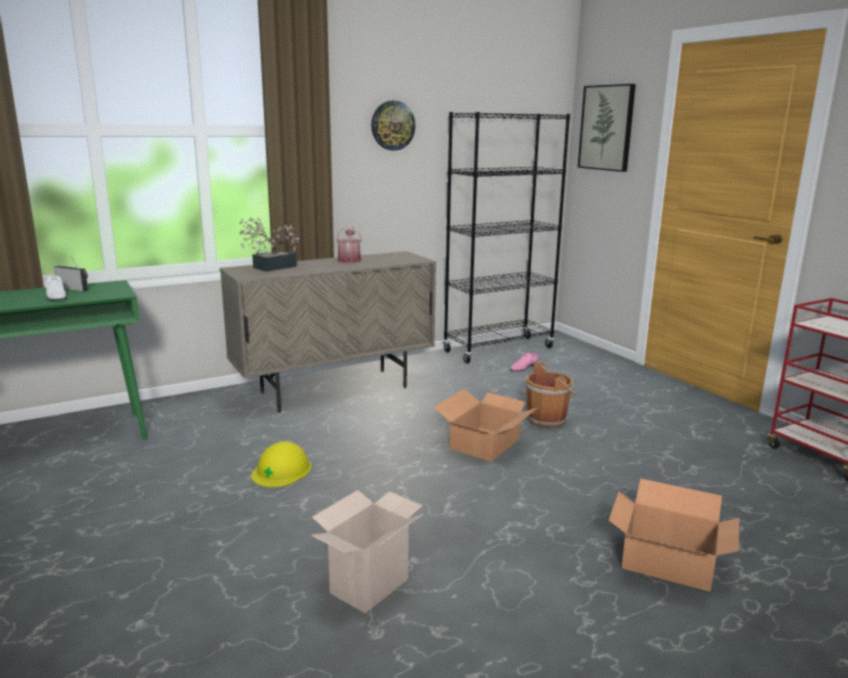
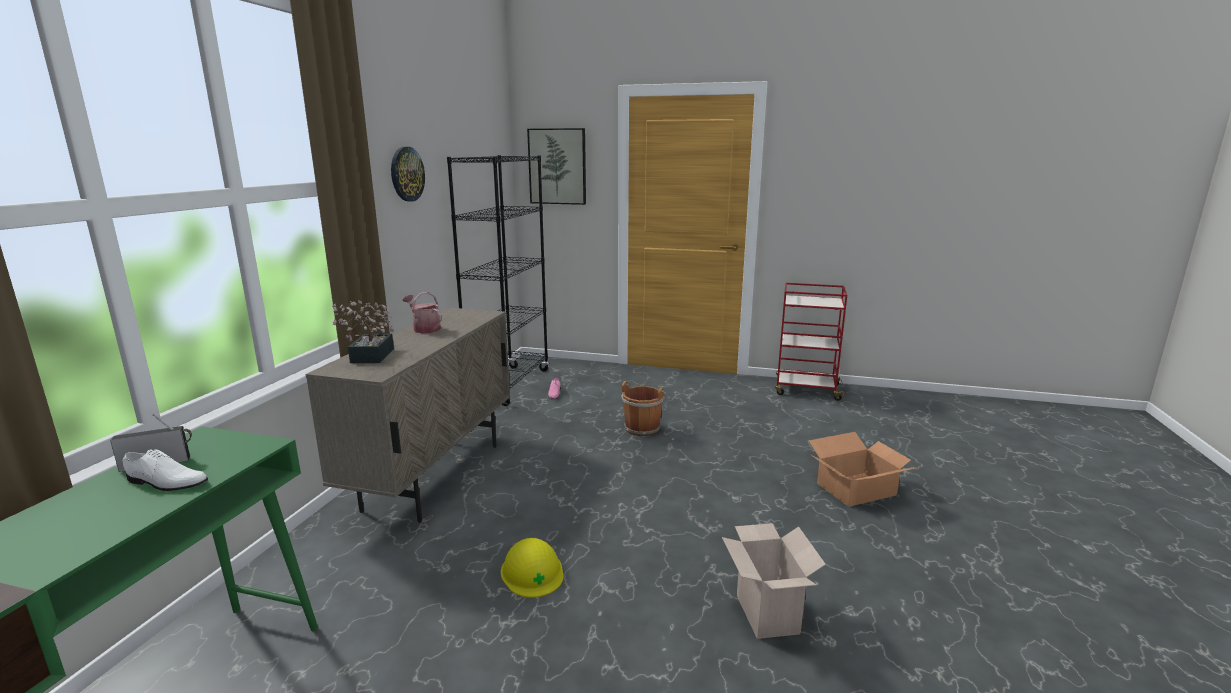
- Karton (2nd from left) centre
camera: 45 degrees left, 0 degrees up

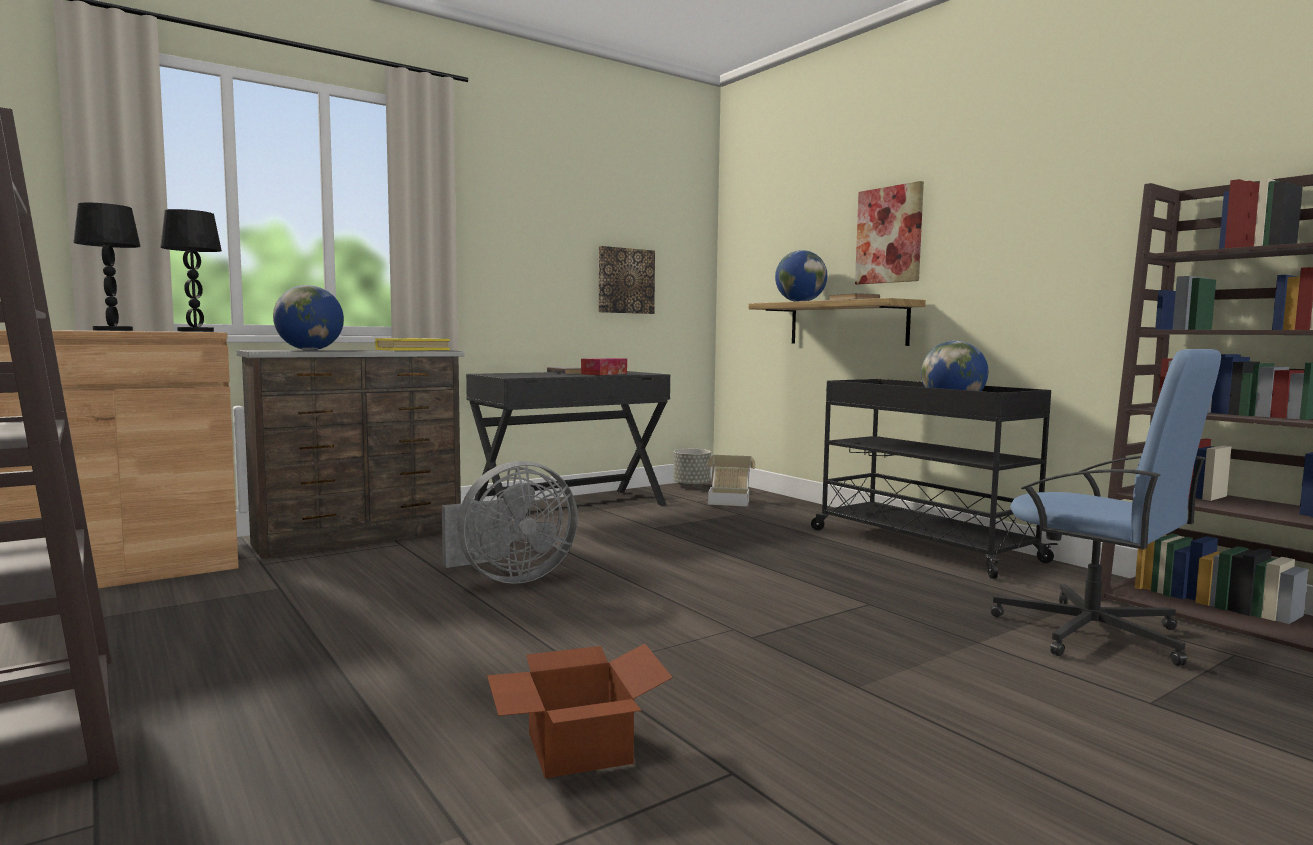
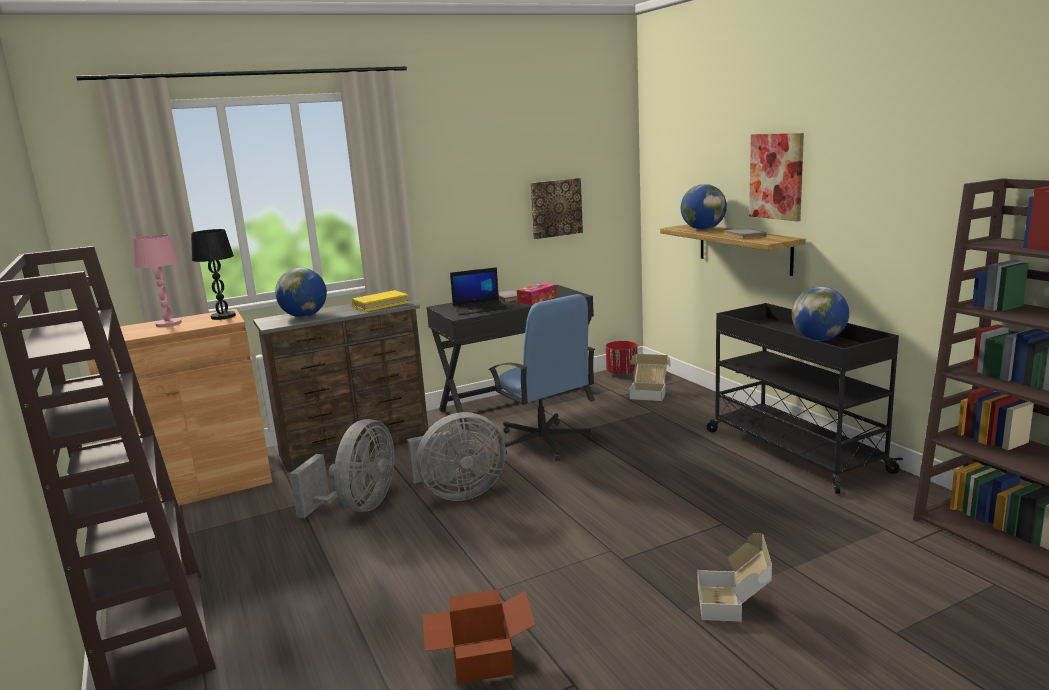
~ Tischlampe (schwarz) (1st from left) top left to Tischlampe (rosa) middle left
~ Pflanzkübel (grau) centre to Pflanzkübel (rot) centre
~ Bürostuhl (blau) middle right to centre
+ Ventilator (grau) (1st from left) bottom left
+ Laptop centre
+ Karton (3rd from left) bottom right
camera: 10 degrees right, 10 degrees up

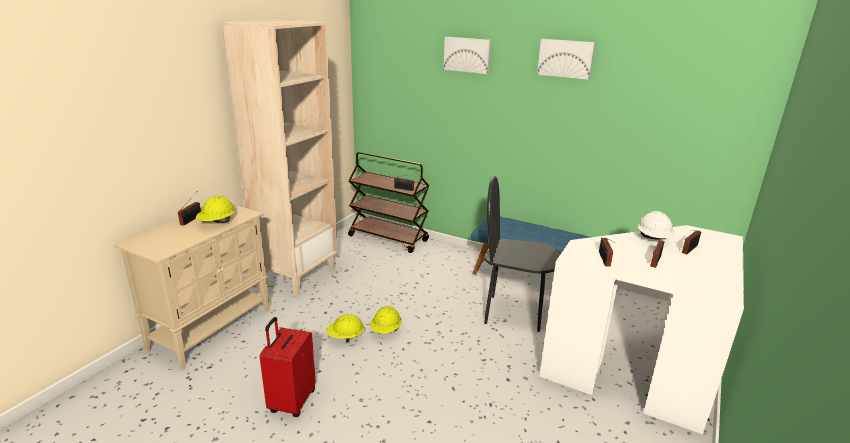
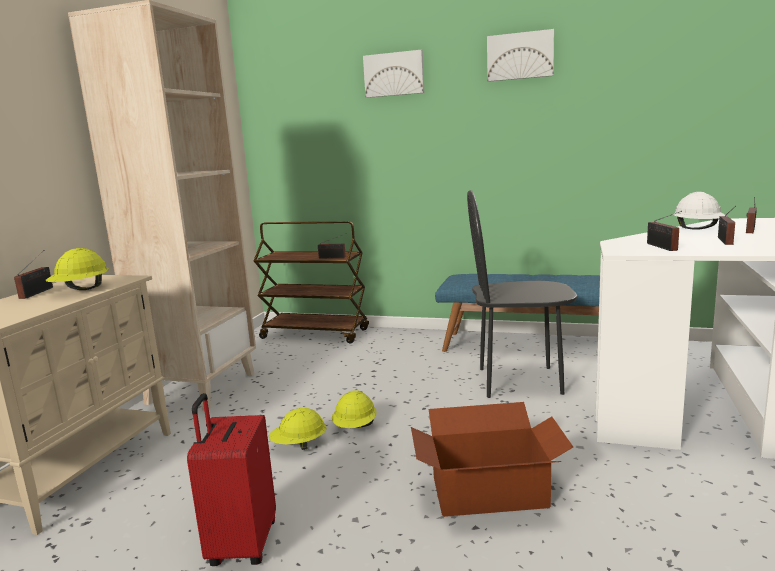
+ Karton bottom centre
camera: 10 degrees left, 10 degrees down

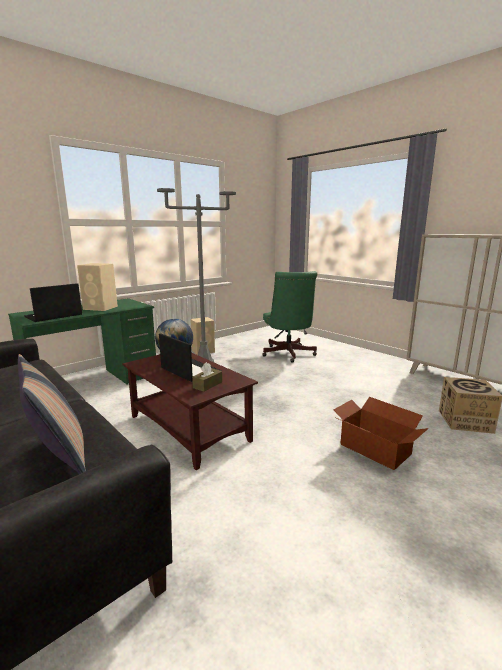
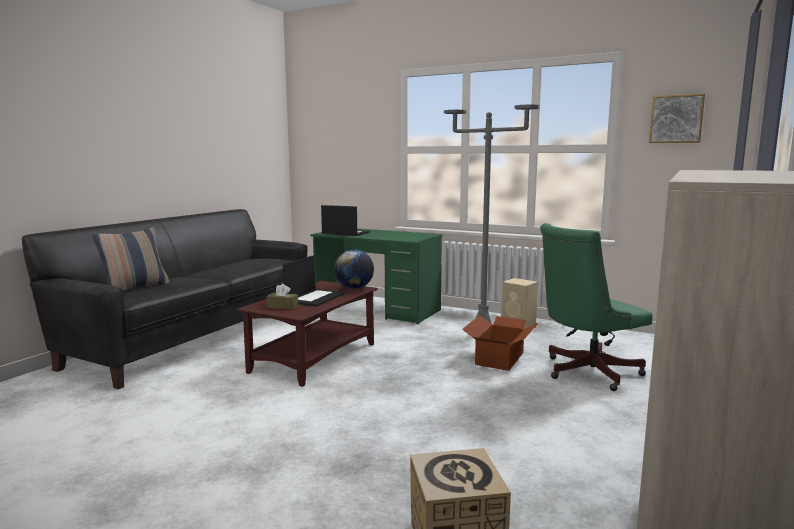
- Lautsprecher (beige) (1st from left) middle left
~ Karton (1st from left in the first image) middle right to Karton (2nd from left) centre
+ Bild top right
camera: 70 degrees right, 5 degrees down

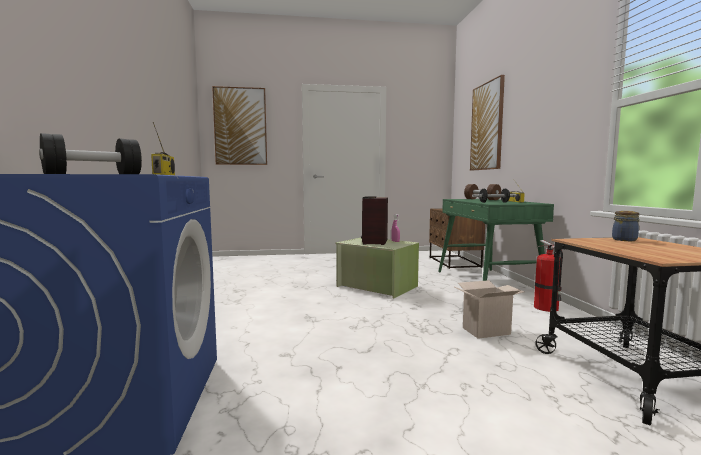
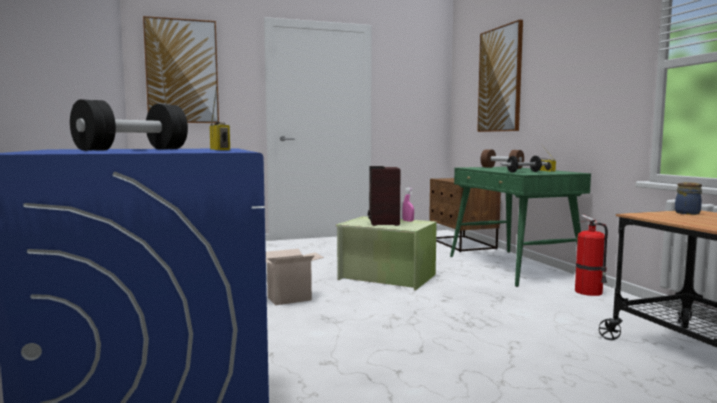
~ Karton bottom right to bottom centre
camera: 10 degrees left, 0 degrees up

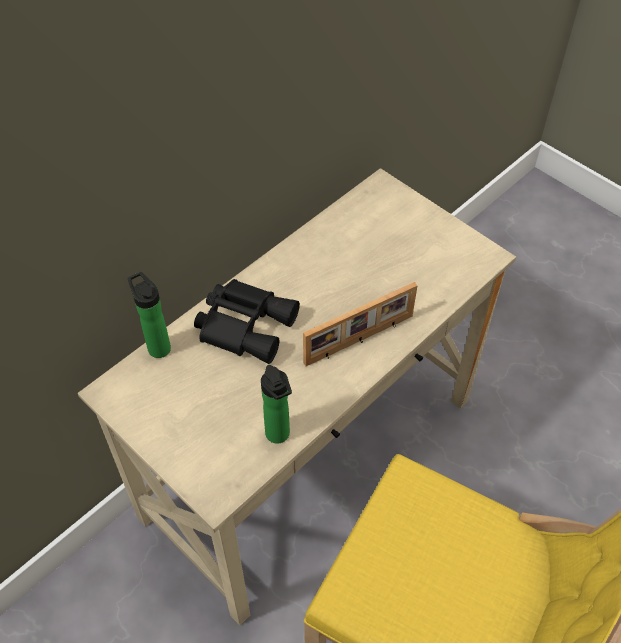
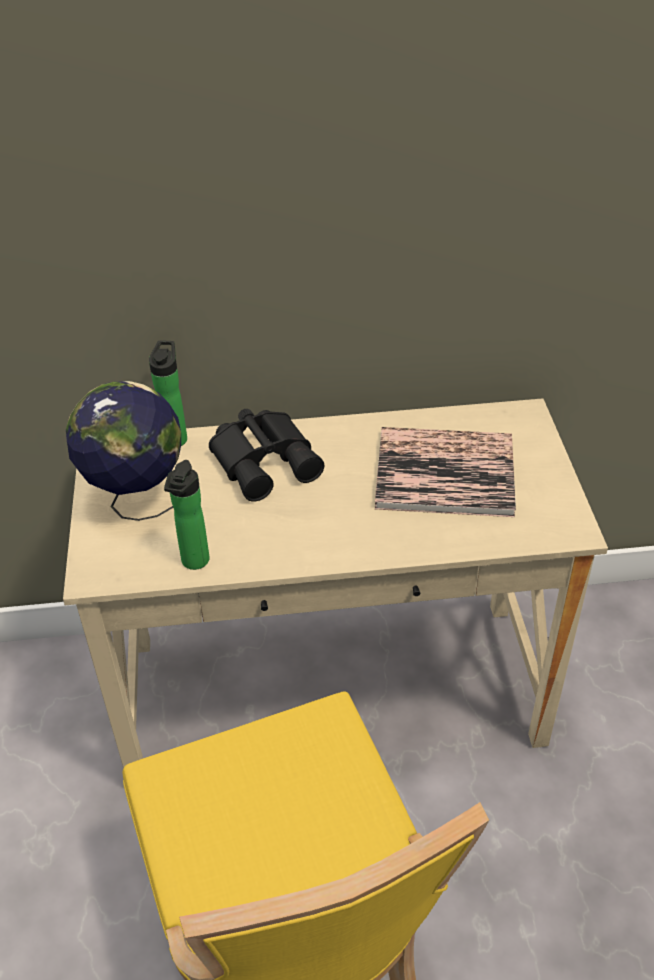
- Bilderrahmen centre
+ Globus middle left
+ Buch middle right
camera: 40 degrees right, 10 degrees down

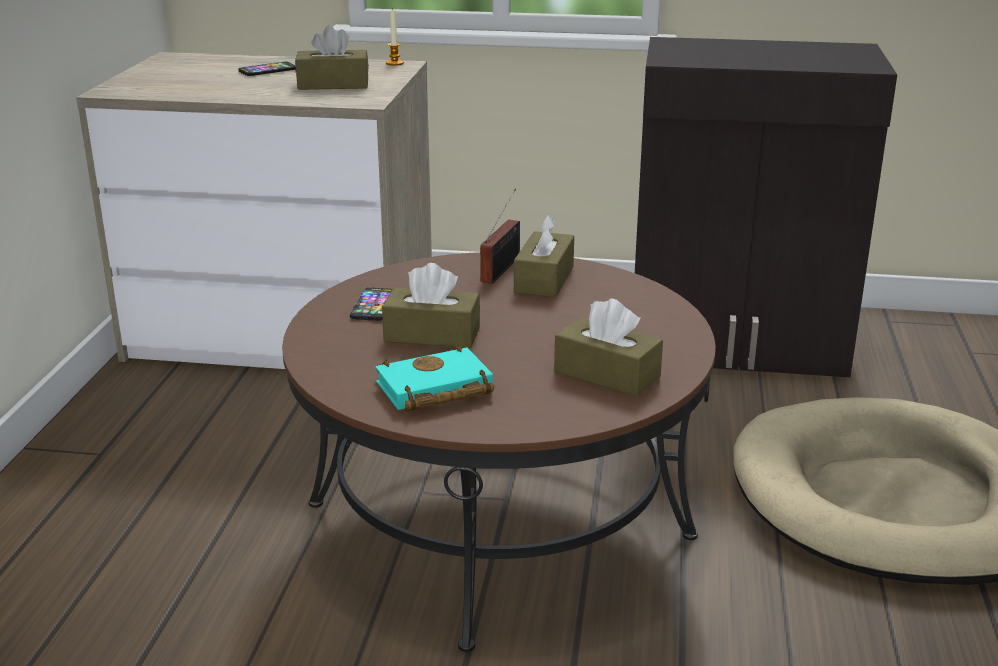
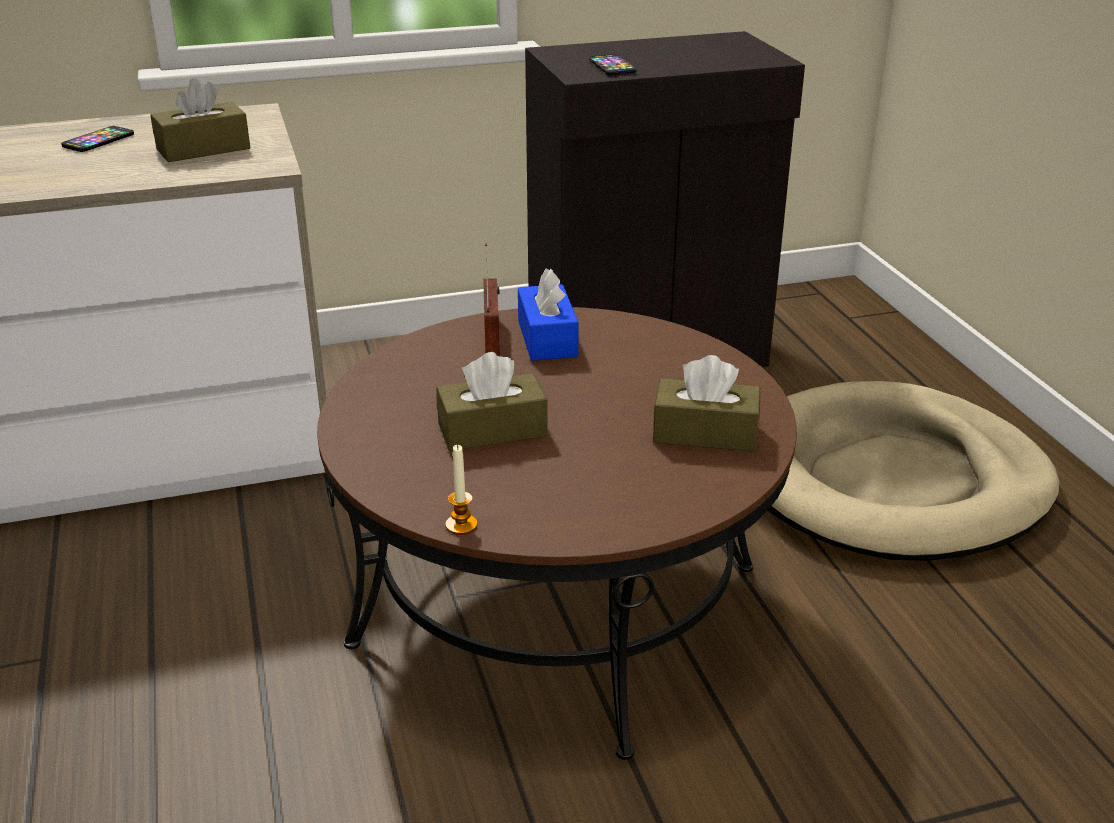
~ Handy (2nd from left) centre to top centre
- Buch (türkis) centre
~ Kerze top centre to centre
~ Taschentuchbox (braun) (3rd from left) centre to Taschentuchbox (blau) centre
camera: 25 degrees left, 5 degrees up

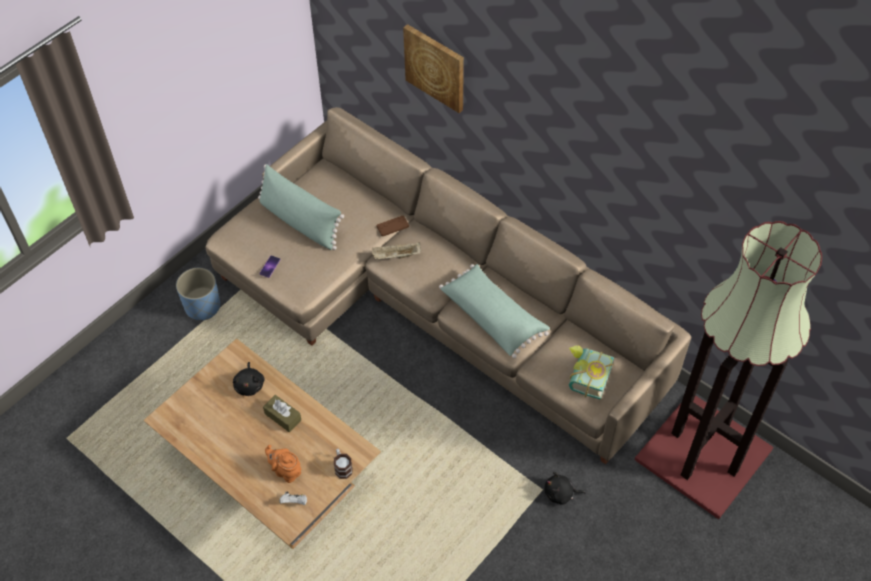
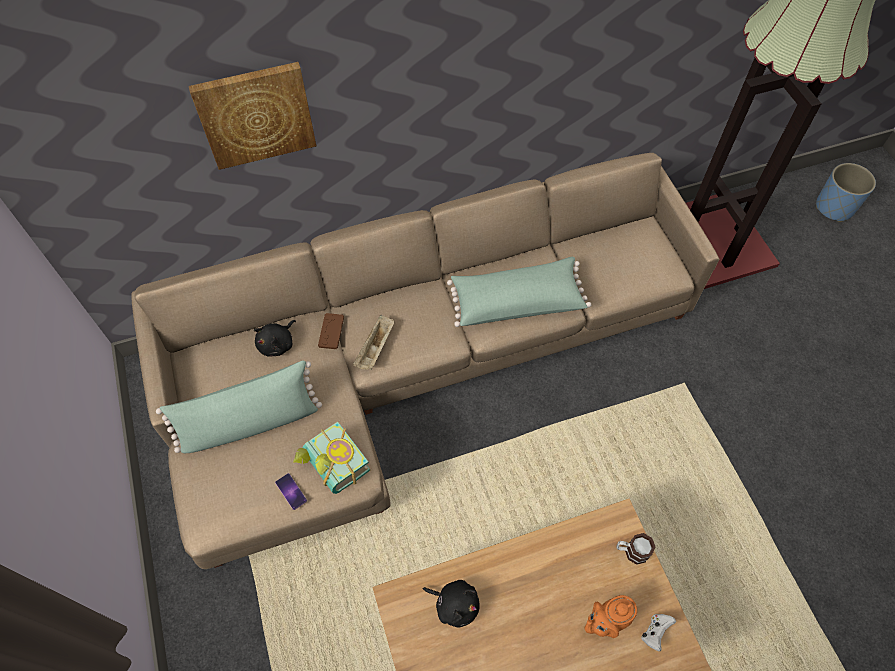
~ Pflanzkübel (blau) middle left to top right
- Taschentuchbox (braun) bottom left
~ Plüschtier (schwarz) (2nd from left in the first image) bottom centre to Plüschtier (schwarz) (1st from left) middle left
~ Buch middle right to bottom centre
camera: 60 degrees left, 5 degrees up

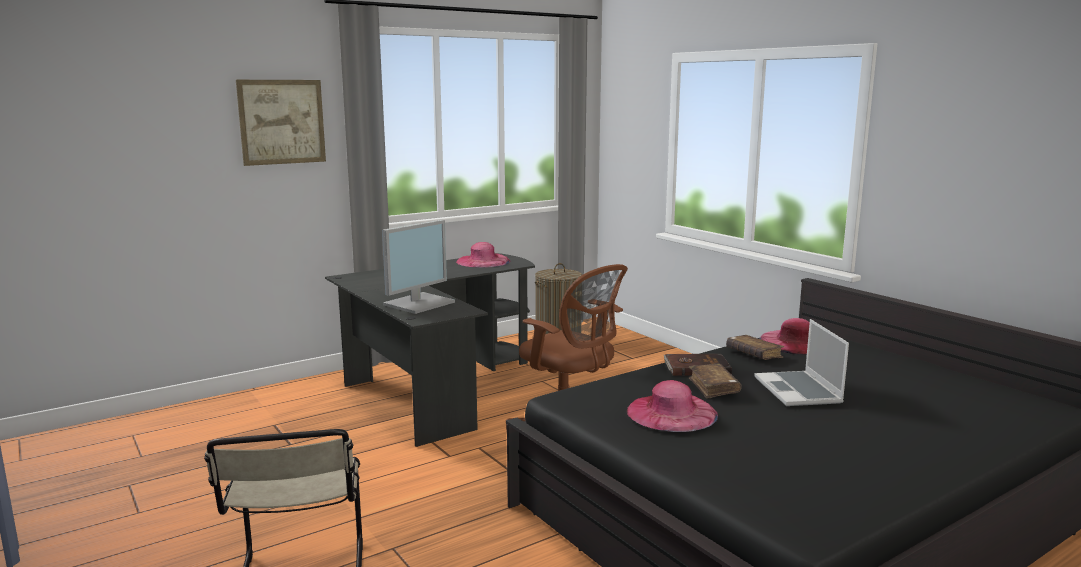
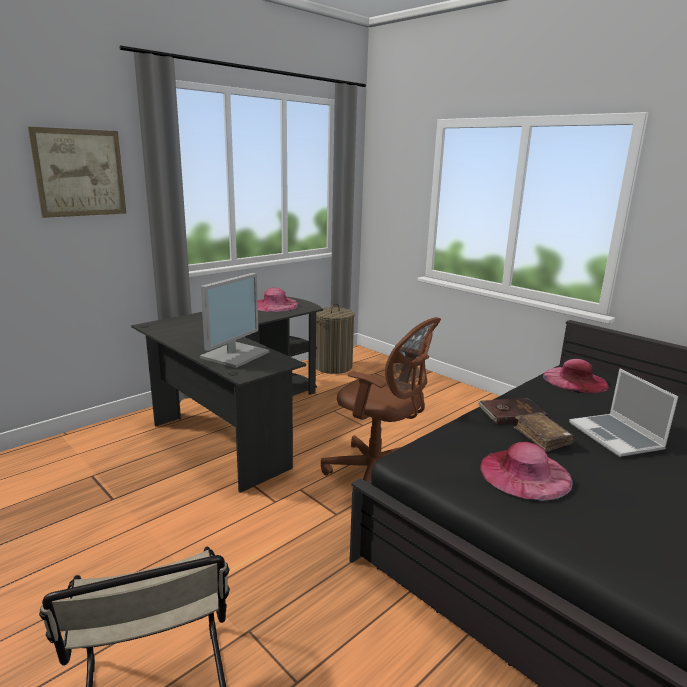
- Buch (braun) (3rd from left) middle right
camera: 10 degrees left, 5 degrees up

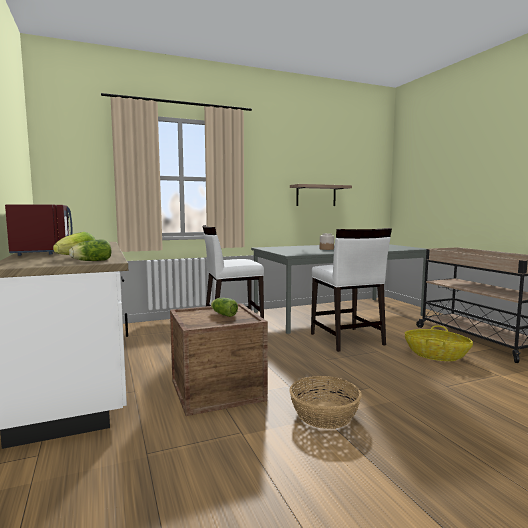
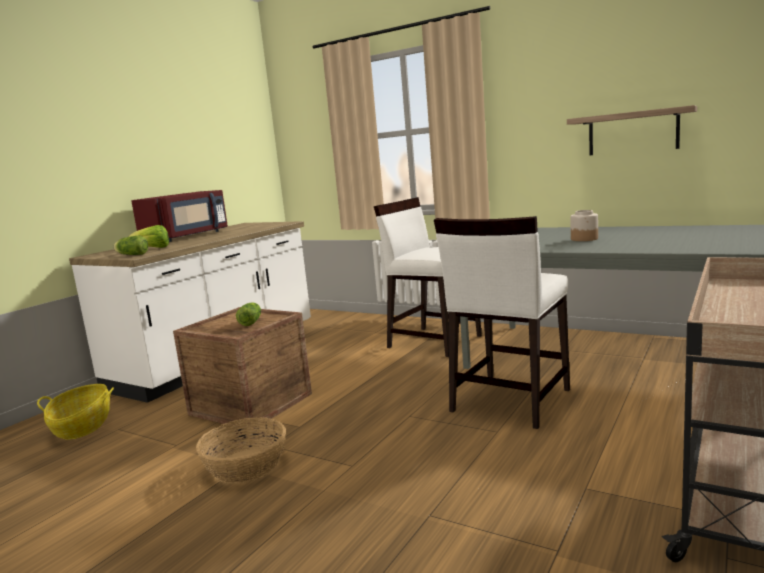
~ Korb (2nd from left in the first image) middle right to Korb (1st from left) bottom left
camera: 55 degrees right, 5 degrees up

